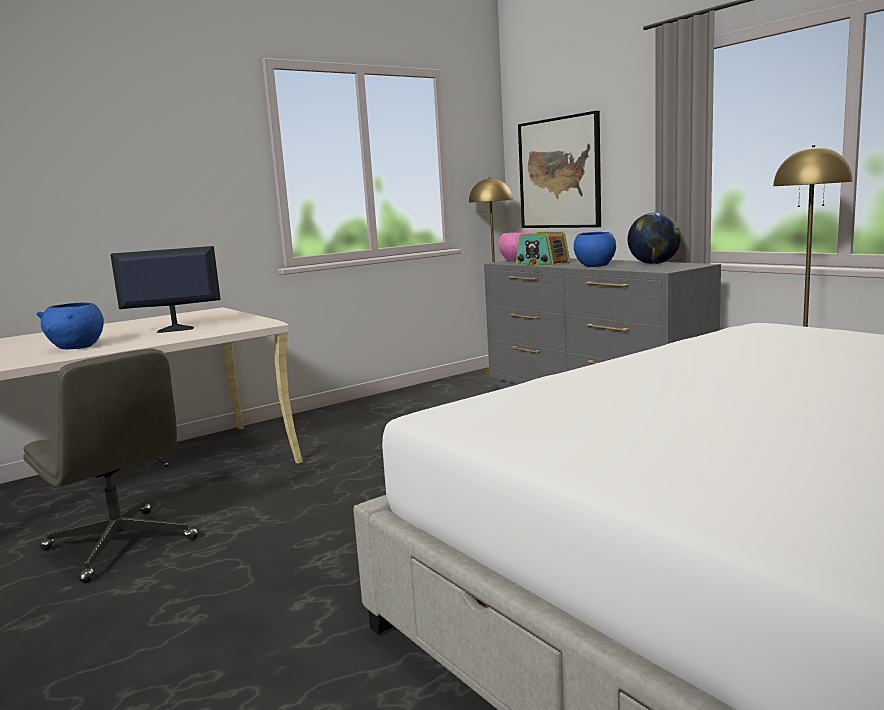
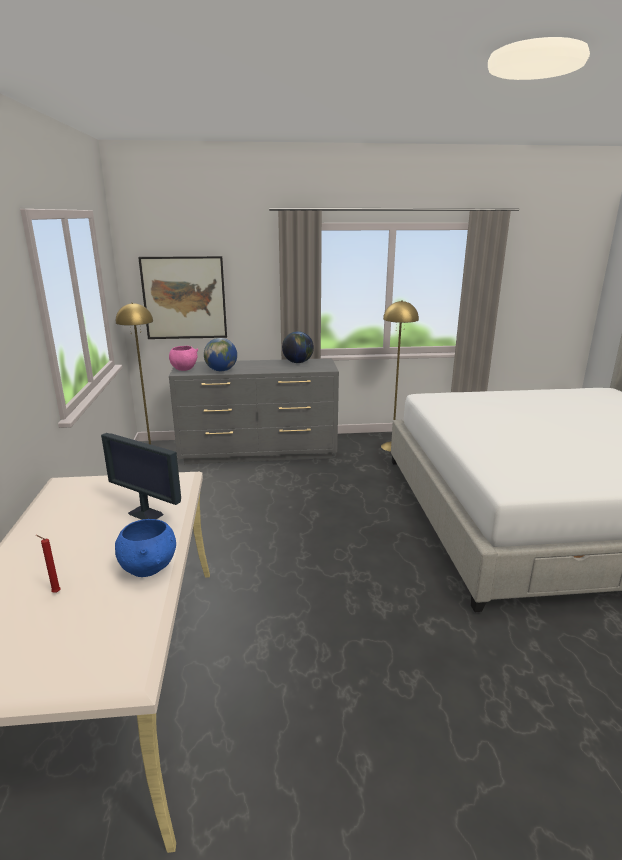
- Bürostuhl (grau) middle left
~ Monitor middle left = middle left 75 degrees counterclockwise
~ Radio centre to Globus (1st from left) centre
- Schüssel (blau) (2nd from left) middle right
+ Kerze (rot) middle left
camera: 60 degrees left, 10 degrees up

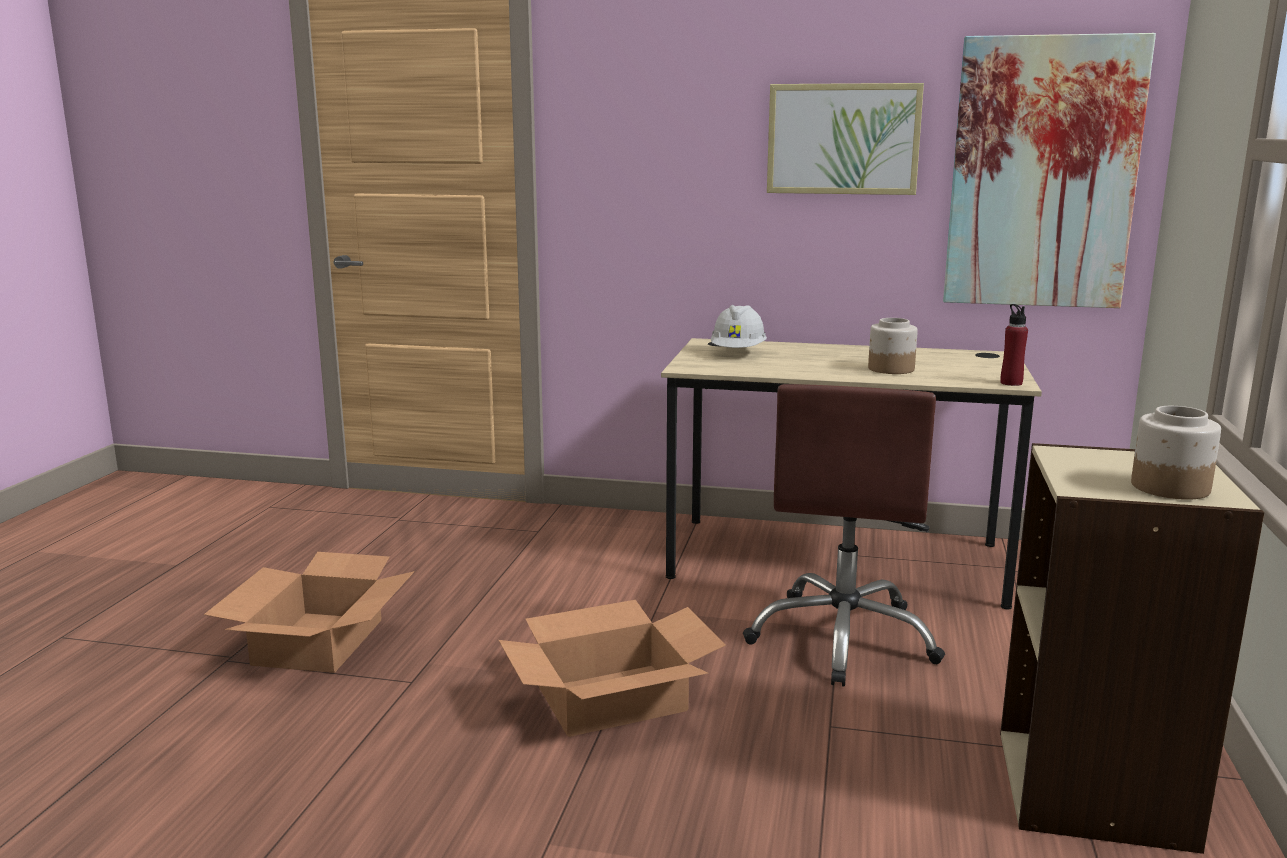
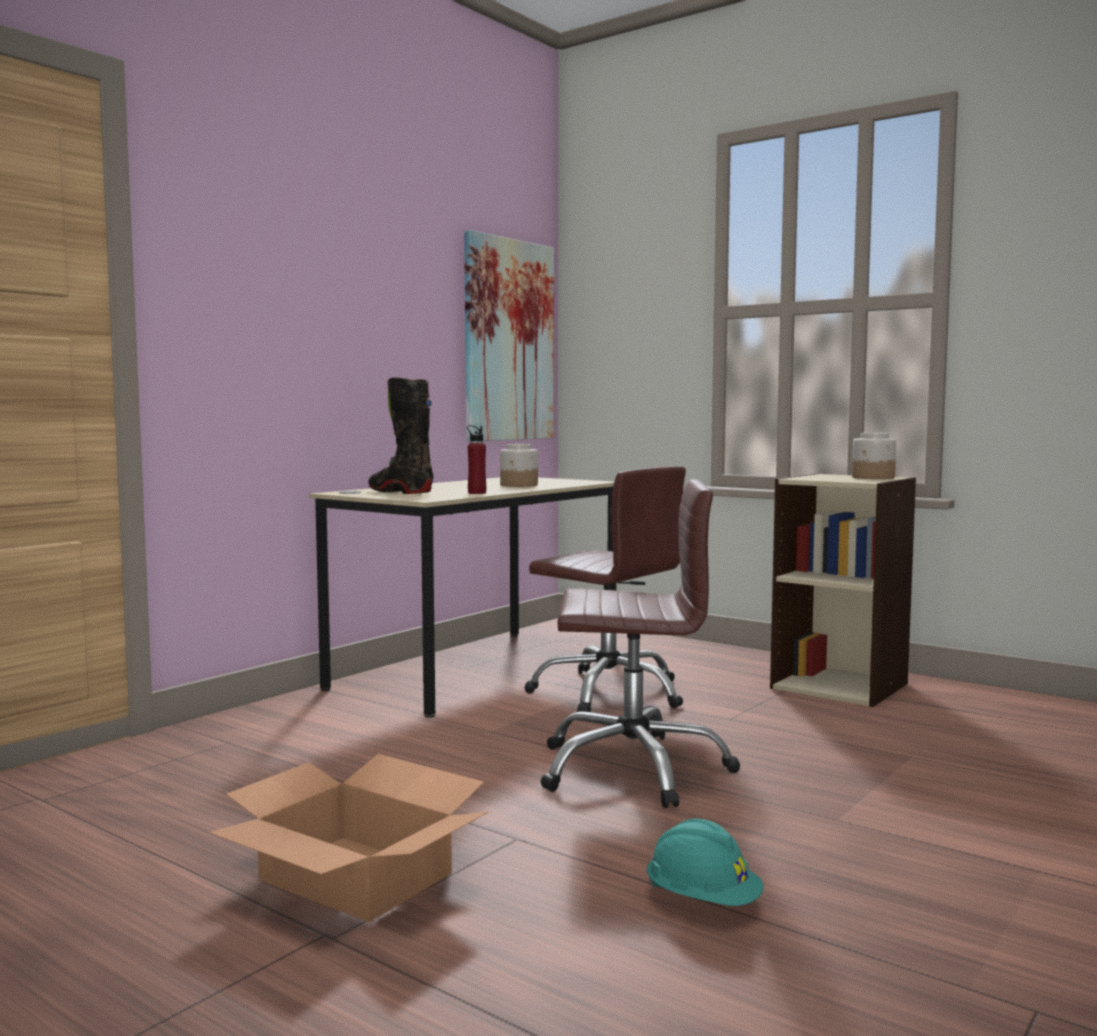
~ Karton (2nd from left) bottom centre to Bürostuhl (braun) (2nd from left) centre
~ Schutzhelm (weiß) centre to Stiefel (schwarz) centre
- Bild (1st from left) top centre
~ Flasche (rot) middle right to centre
+ Schutzhelm (türkis) bottom centre
camera: 65 degrees left, 10 degrees down

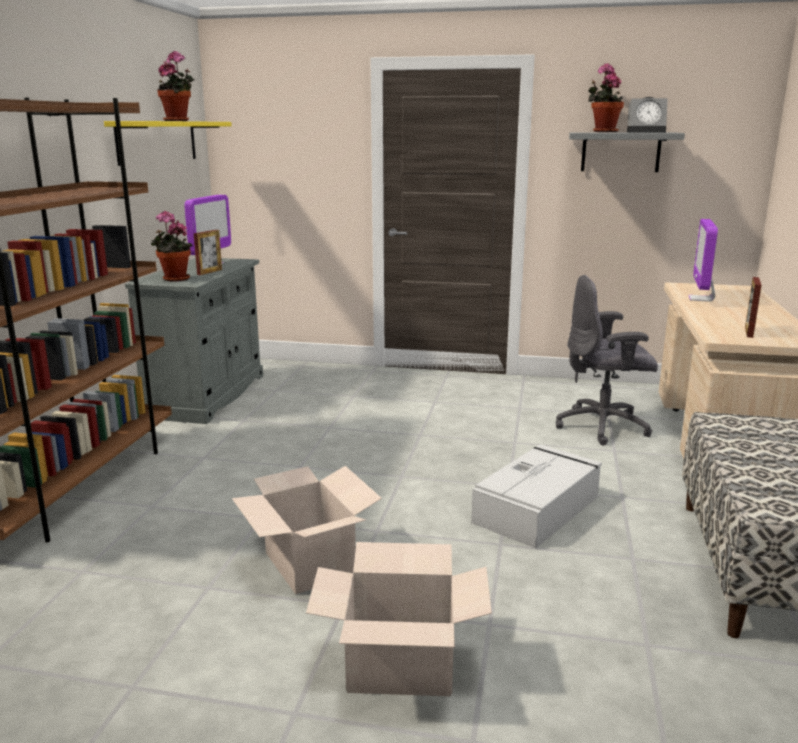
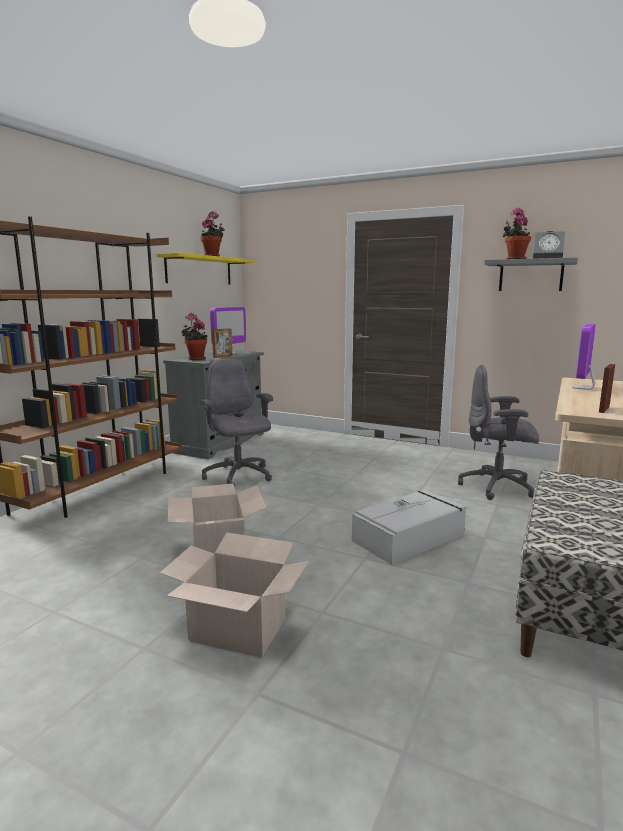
+ Bürostuhl (grau) (1st from left) centre
camera: 15 degrees right, 5 degrees down

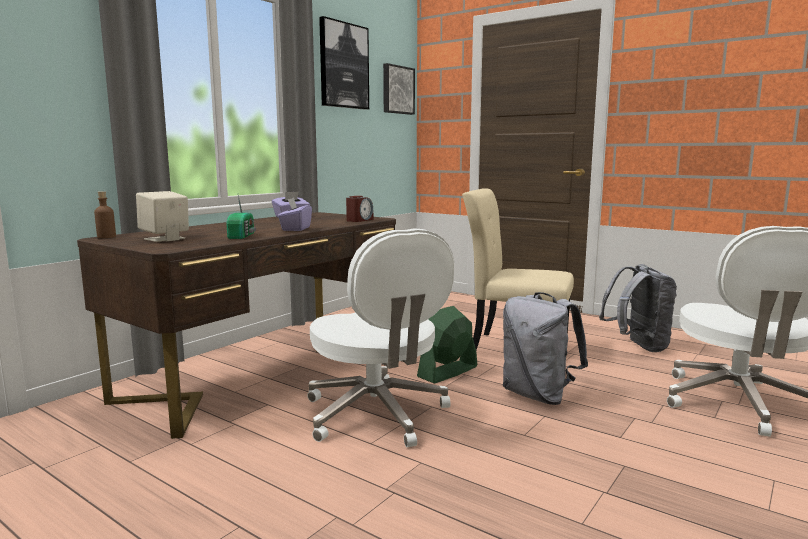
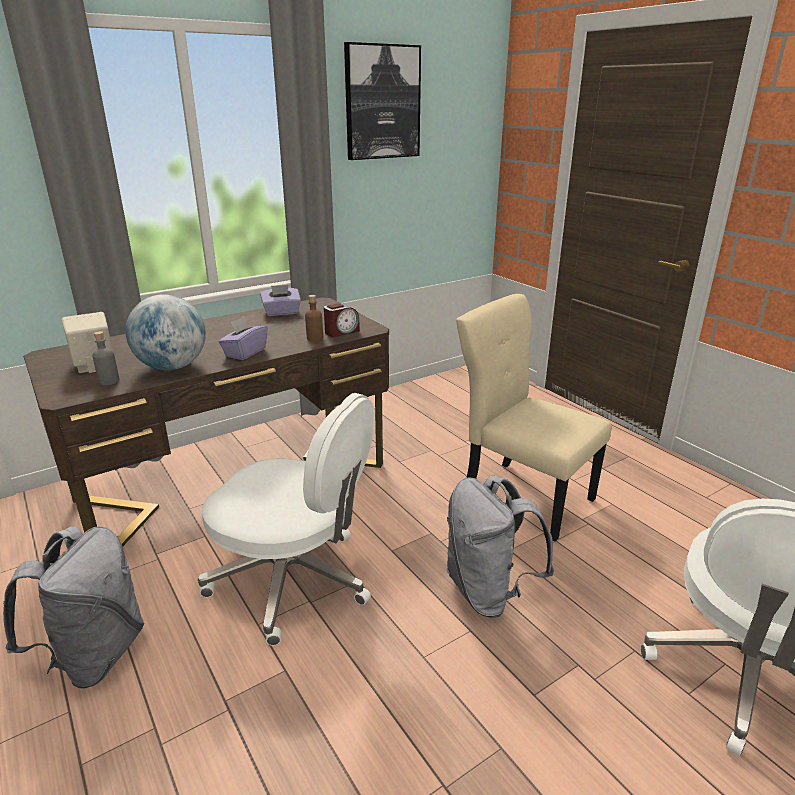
~ Flasche (braun) middle left to centre
~ Radio middle left to Globus middle left
~ Bürostuhl (weiß) (1st from left) centre = centre 60 degrees counterclockwise
- Bild (2nd from left) top centre
- Ventilator (grün) centre
~ Rucksack (grau) (2nd from left in the first image) middle right to Rucksack (grau) (1st from left) bottom left
+ Flasche (grau) middle left
camera: 20 degrees right, 15 degrees up

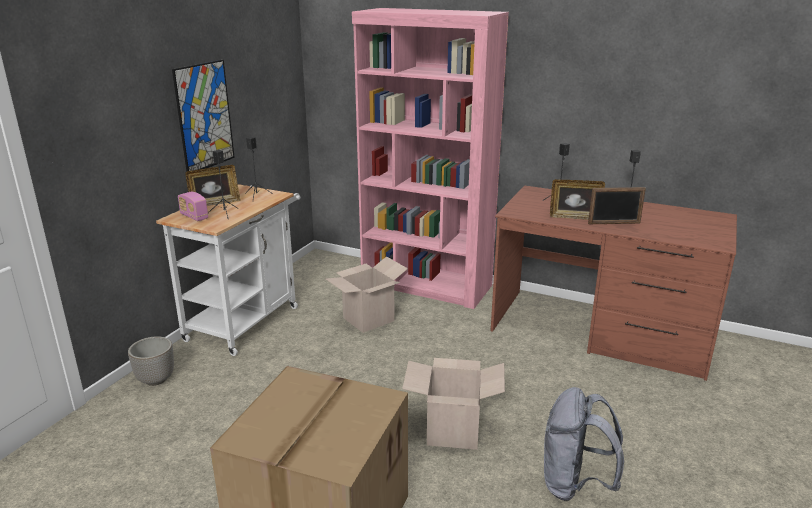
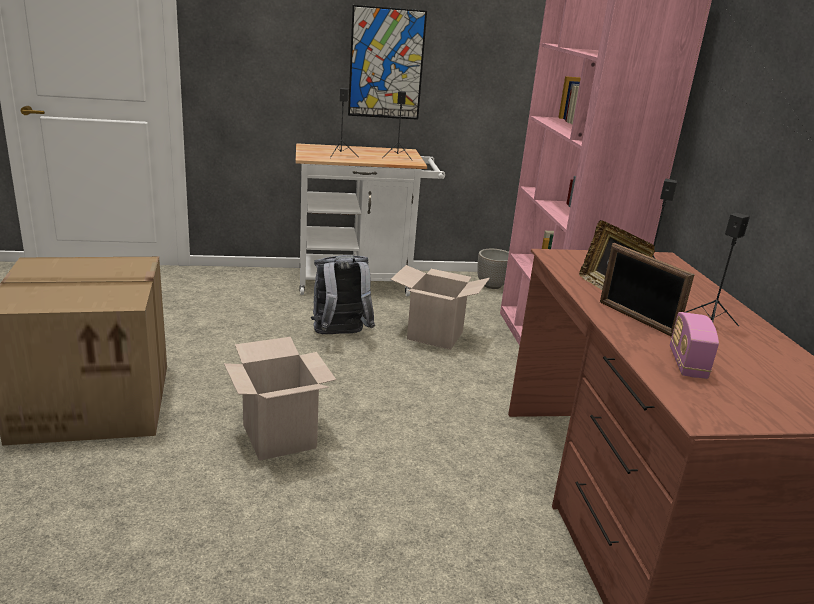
~ Pflanzkübel bottom left to centre
~ Radio middle left to middle right
- Bilderrahmen (1st from left) middle left
~ Rucksack (grau) bottom right to centre
camera: 55 degrees right, 0 degrees up

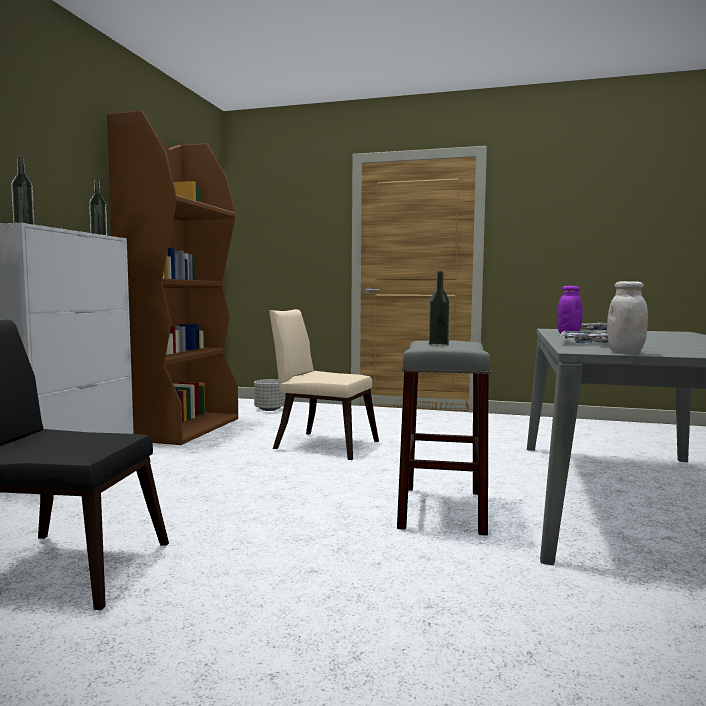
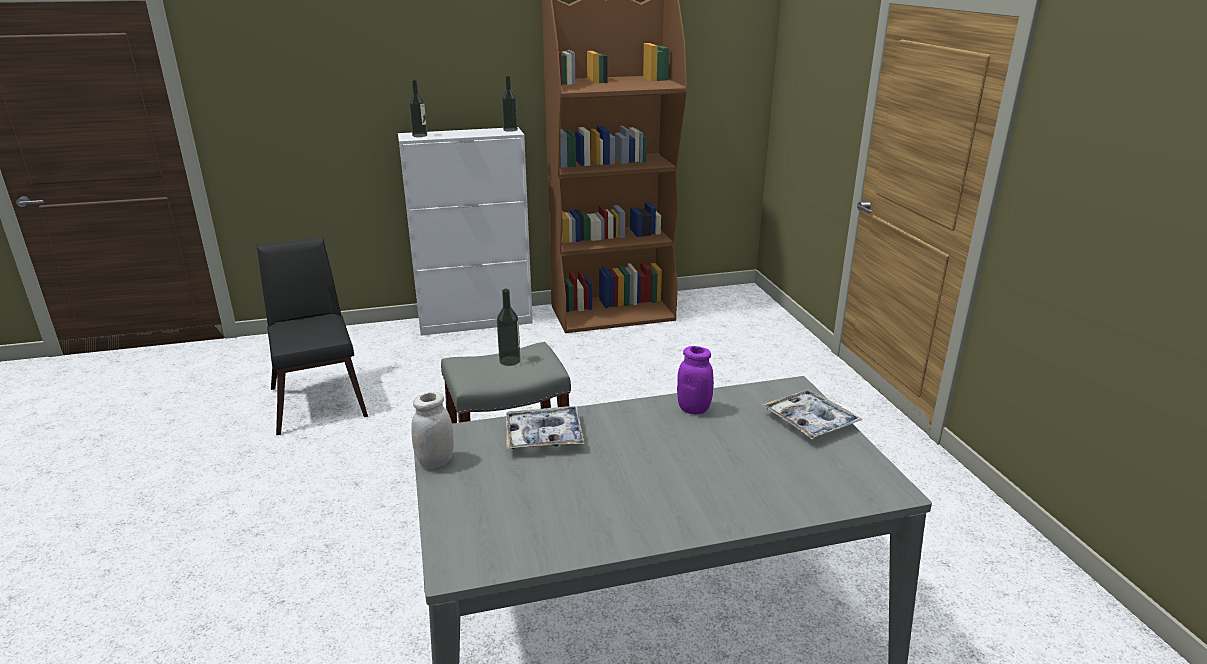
- Pflanzkübel (grau) centre
- Stuhl (beige) centre
camera: 60 degrees right, 20 degrees up

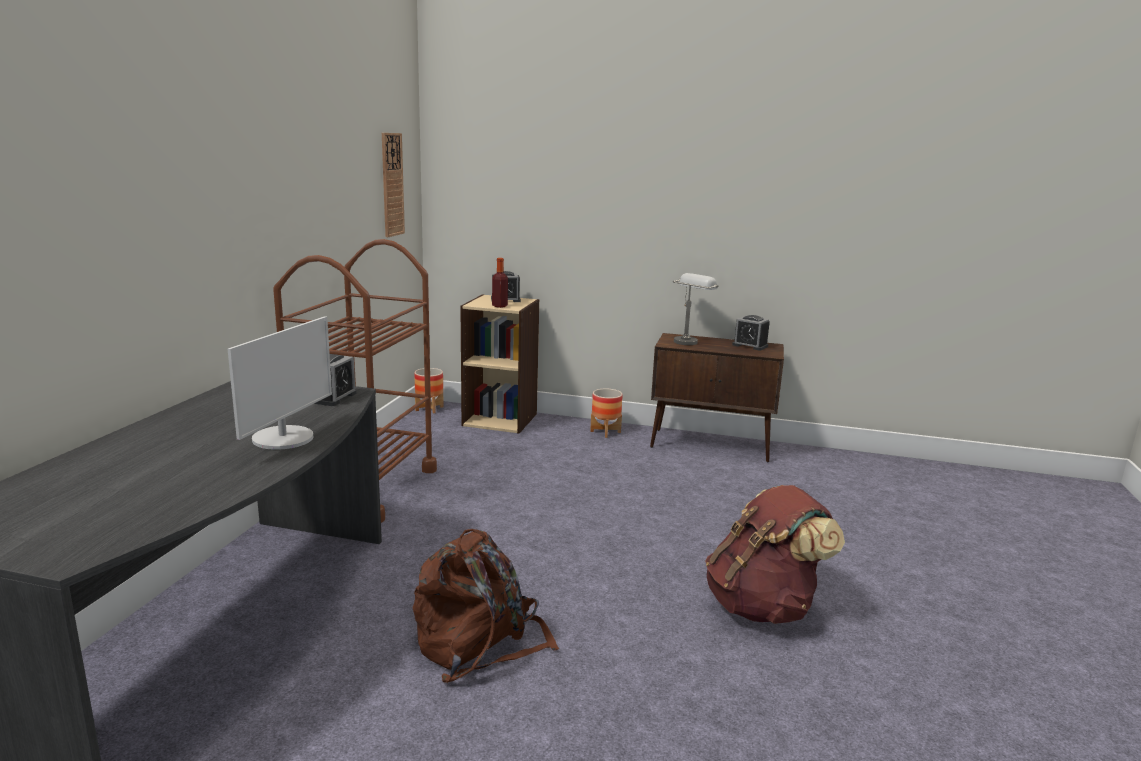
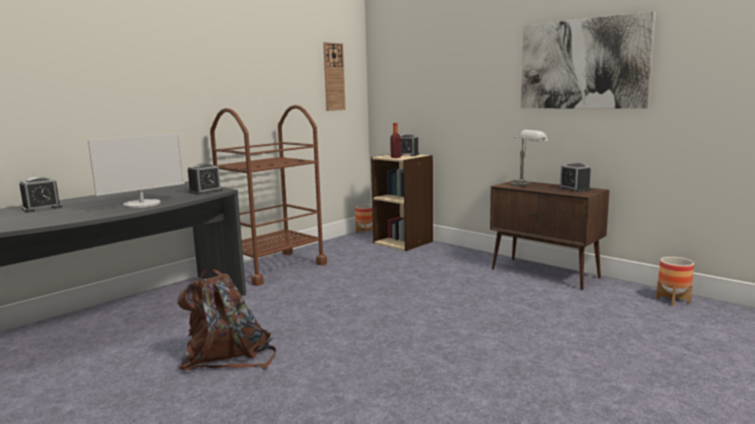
~ Pflanzkübel (2nd from left) centre to middle right
- Rucksack (braun) (2nd from left) bottom right
+ Wecker (1st from left) middle left
+ Bild top right
camera: 30 degrees right, 5 degrees down

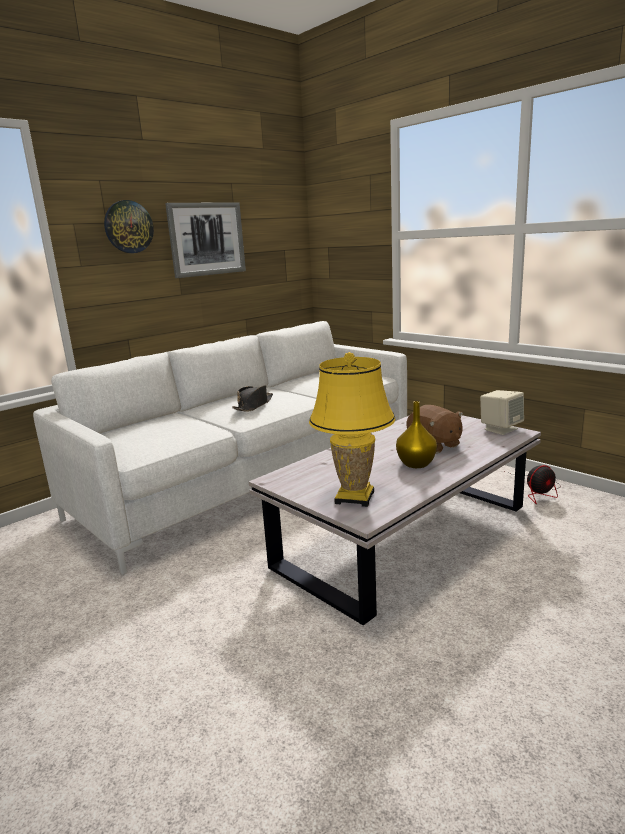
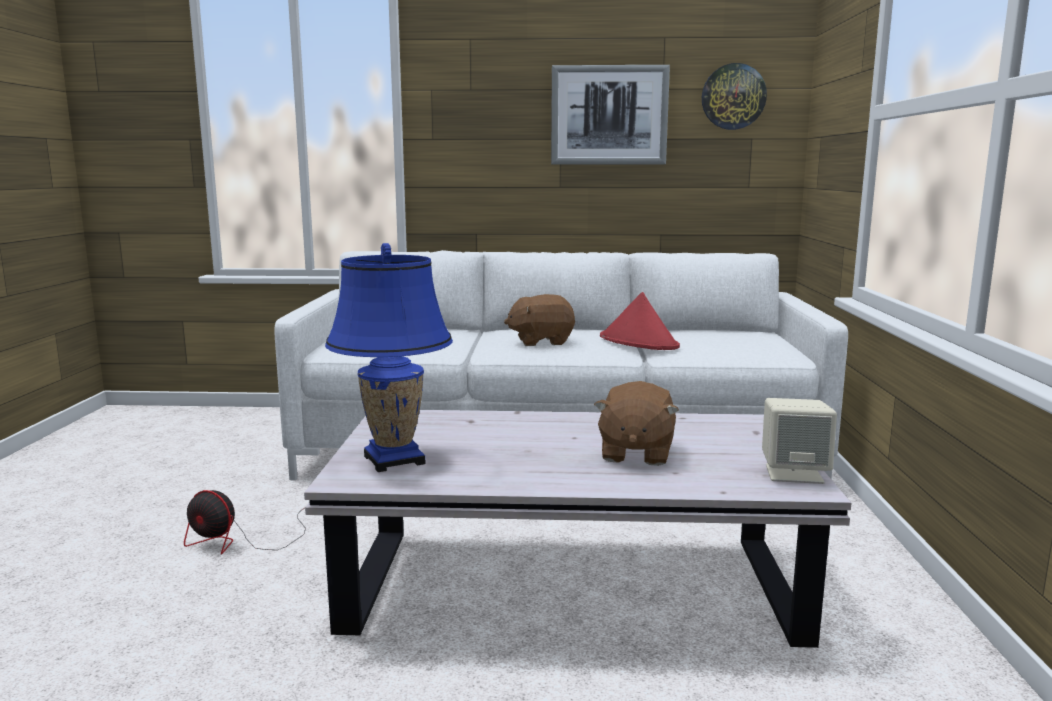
~ Wanduhr top left to top right
~ Hut (schwarz) centre to Plüschtier (braun) (1st from left) centre
~ Tischlampe (gelb) centre to Tischlampe (blau) centre
- Vase (gelb) centre
~ Ventilator middle right to bottom left
+ Hut (rot) centre
camera: 45 degrees right, 5 degrees down

